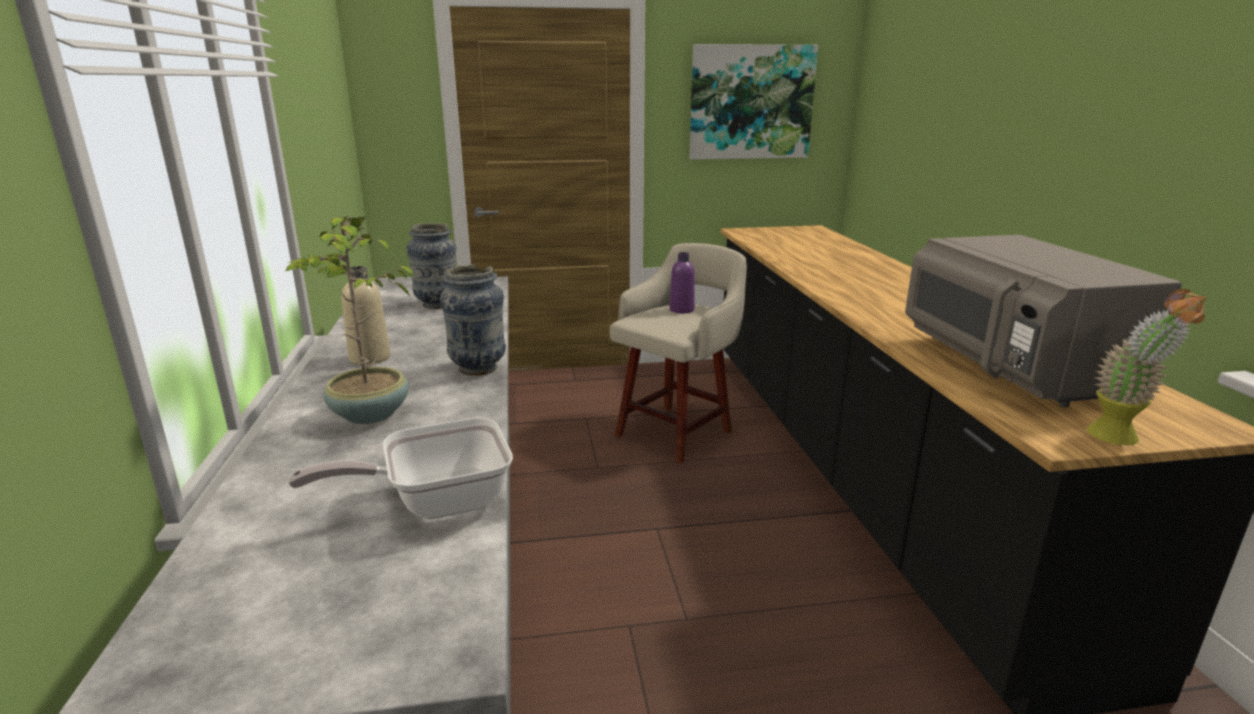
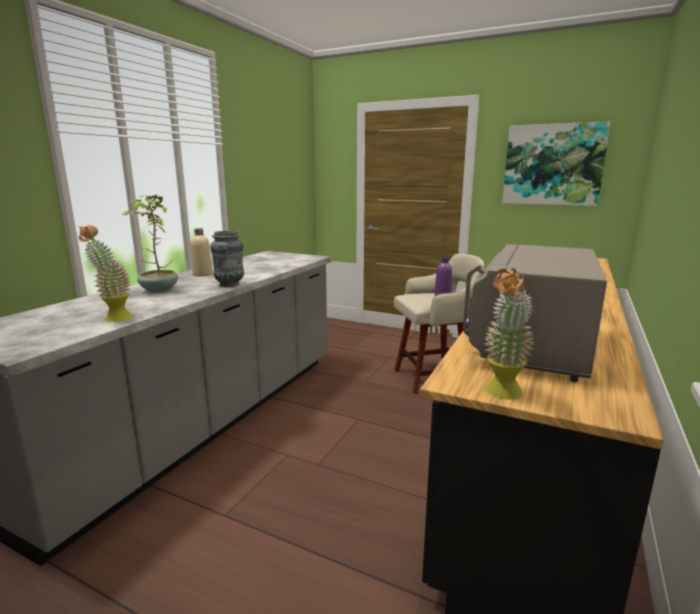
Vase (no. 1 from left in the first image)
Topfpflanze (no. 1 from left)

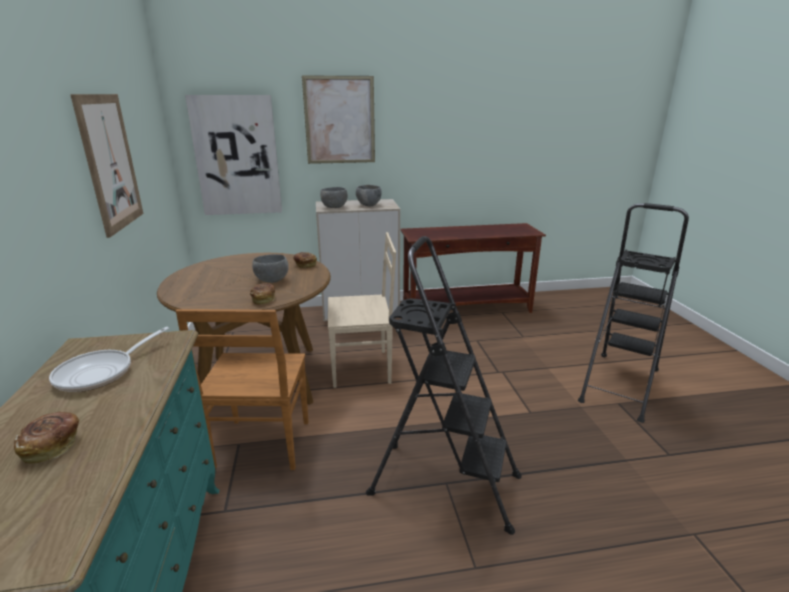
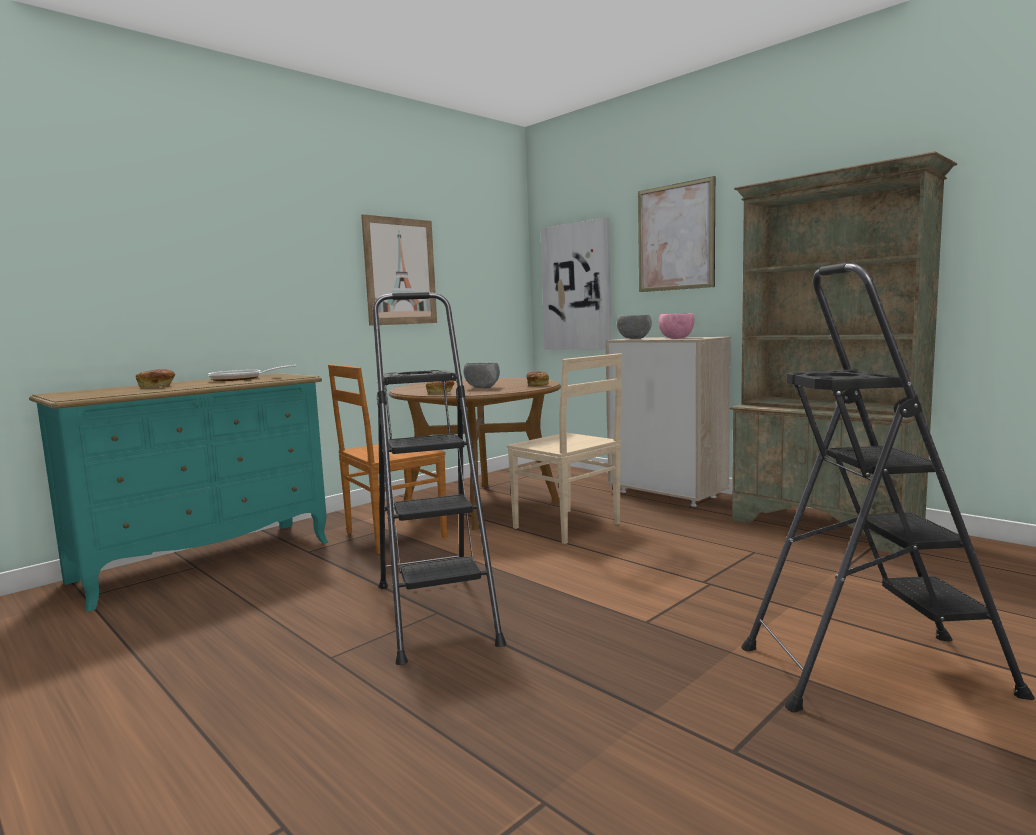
Schüssel [rosa]
Bücherregal [grün]

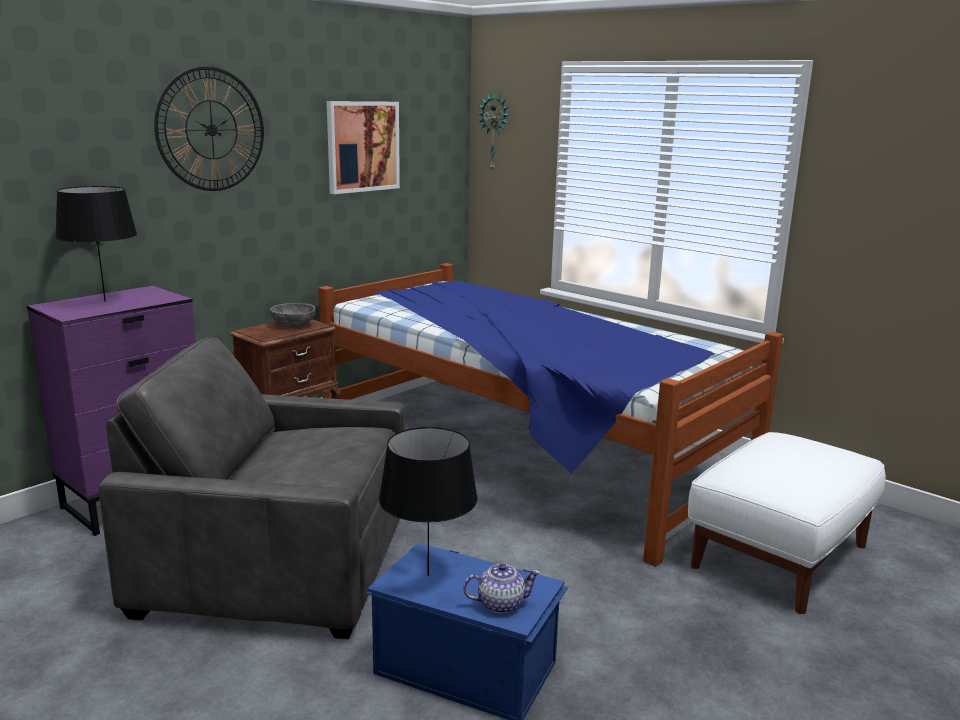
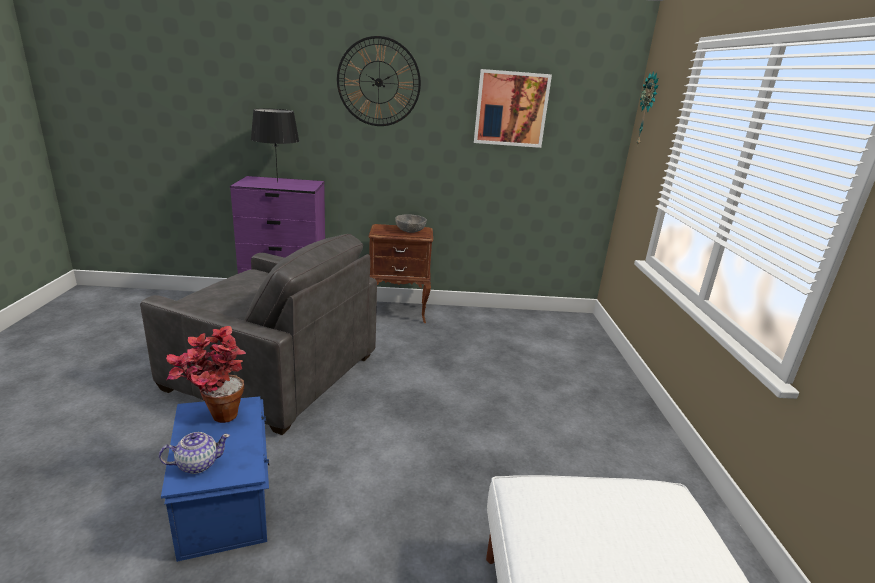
Bett
Sessel [grau]
Topfpflanze
Teekanne

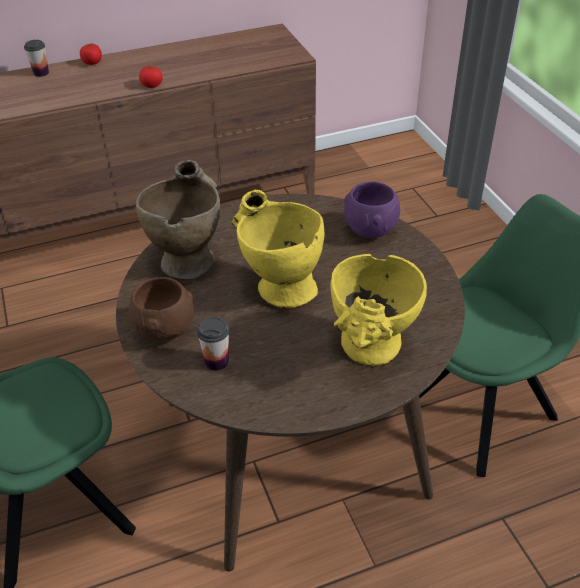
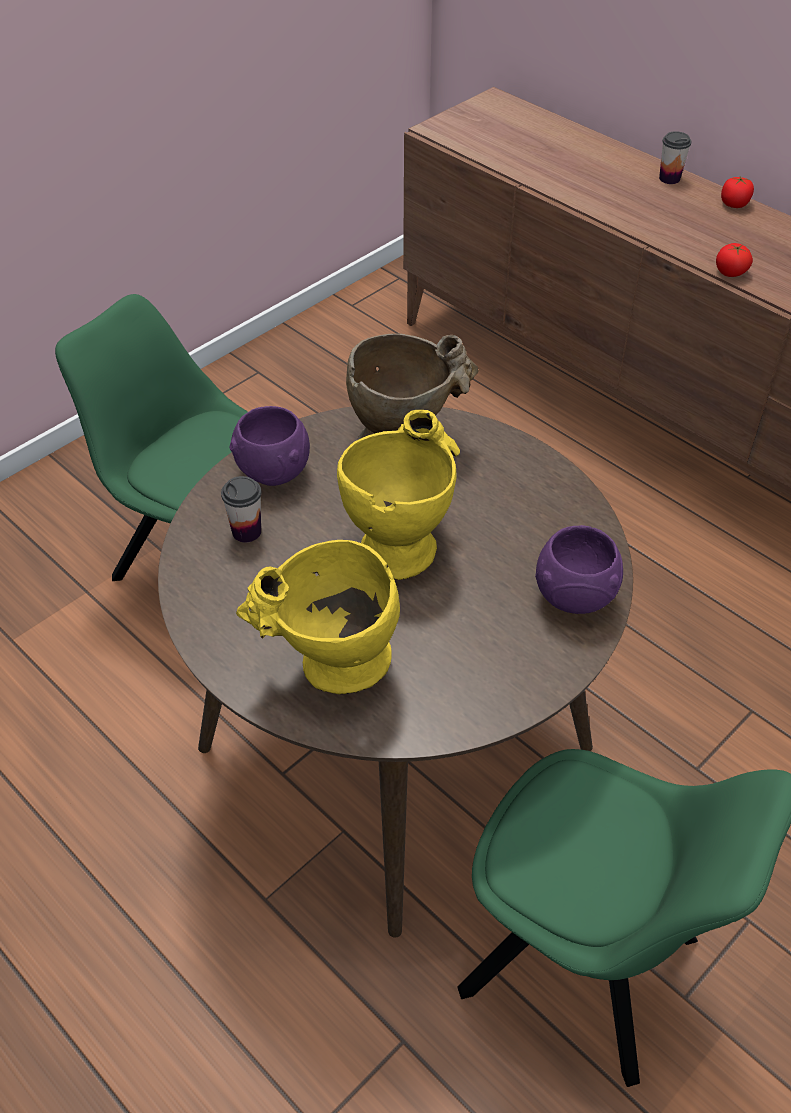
Schüssel [lila] (no. 1 from left)

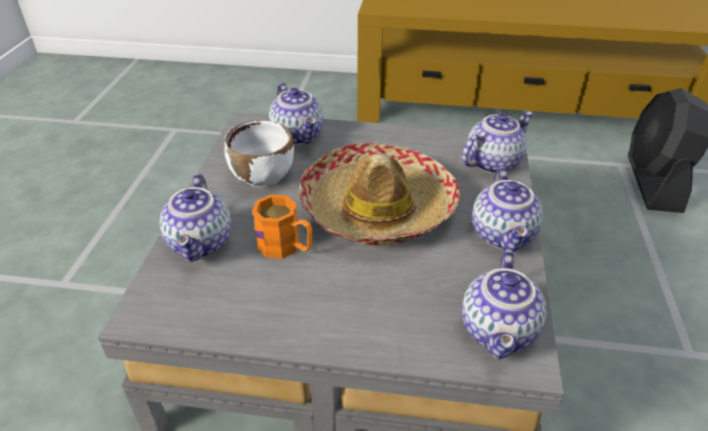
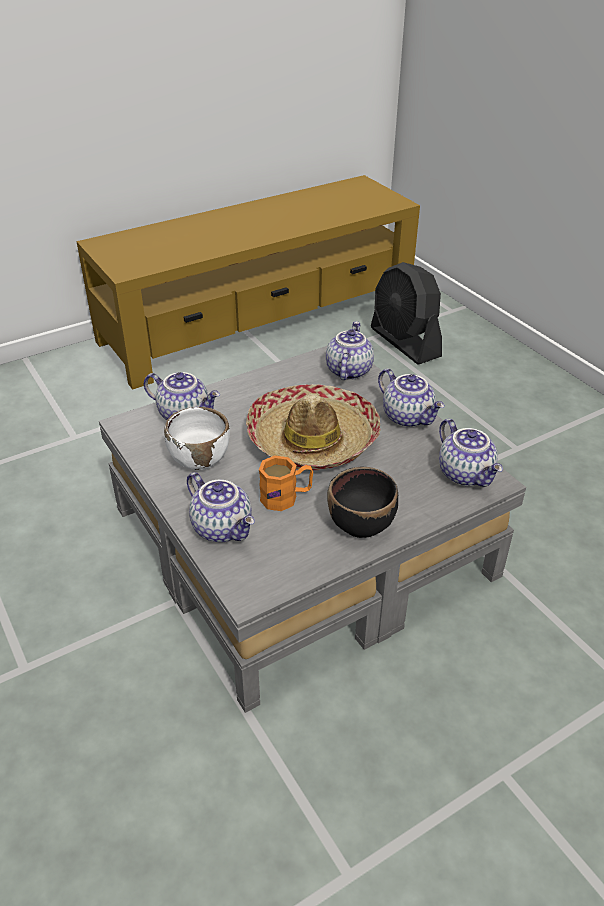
Schüssel [schwarz]

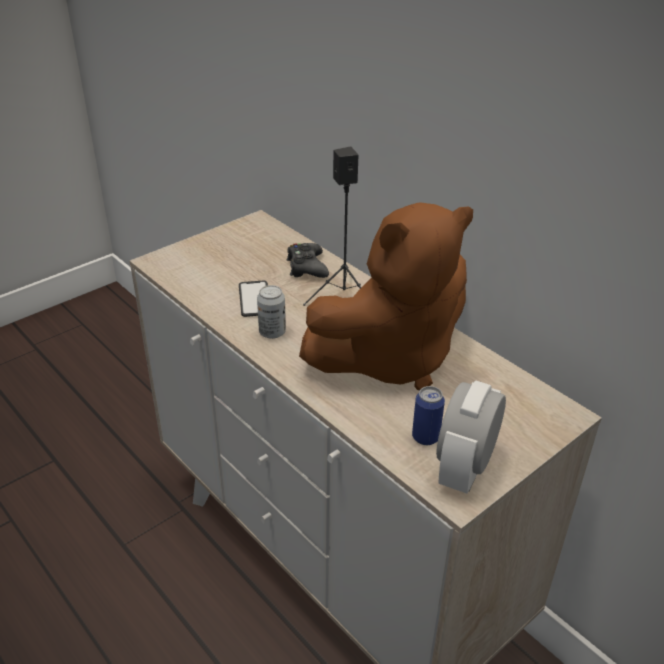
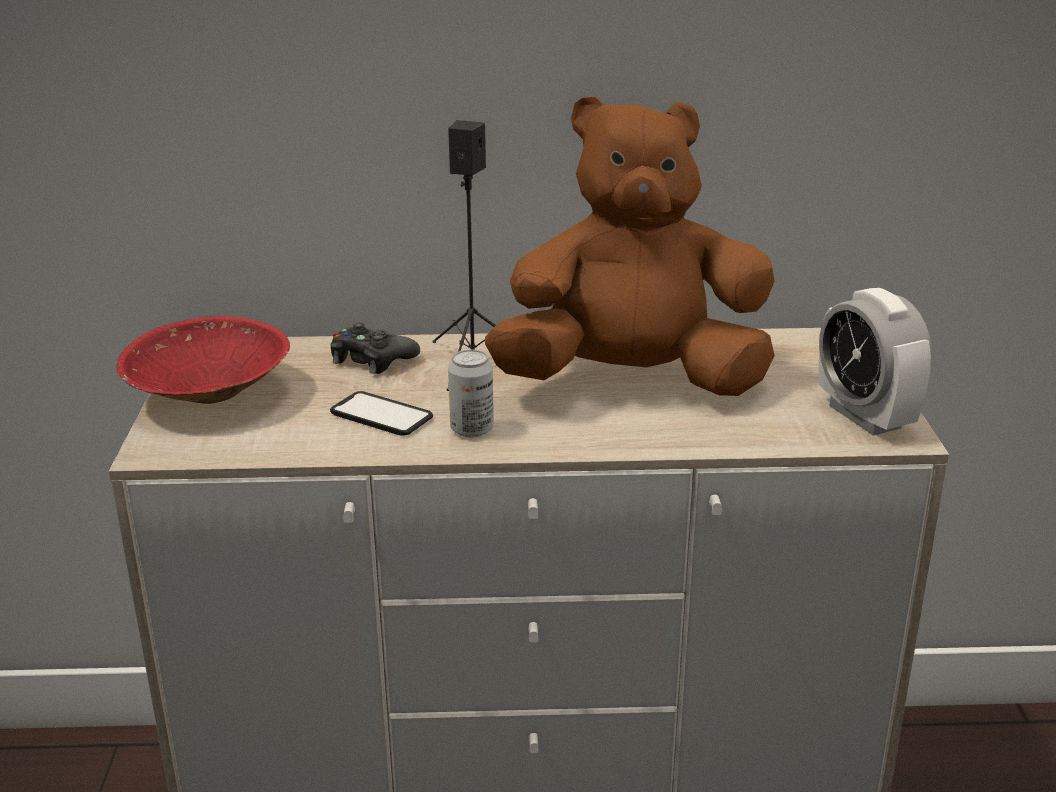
Plüschtier [braun]
Dose (no. 2 from left in the first image)
Schüssel [rot]

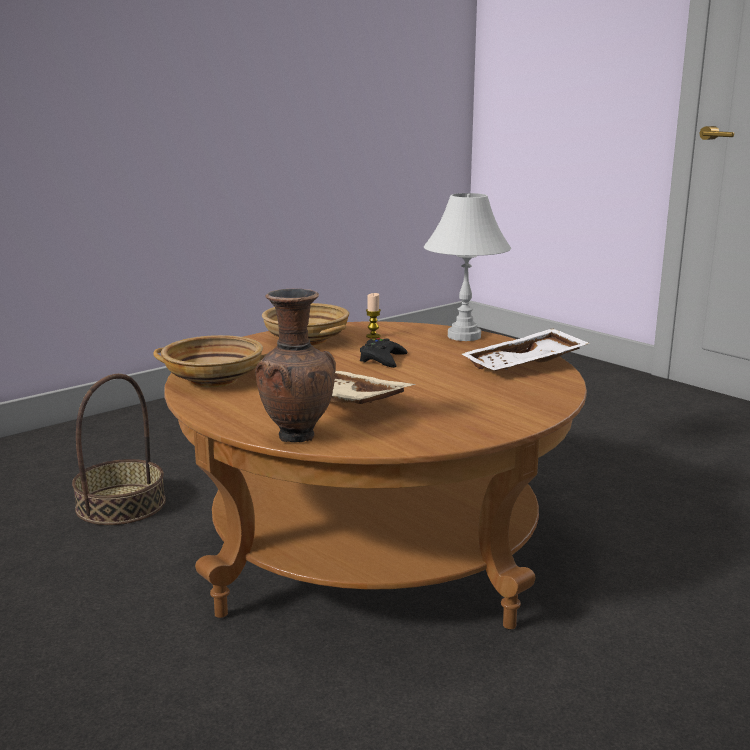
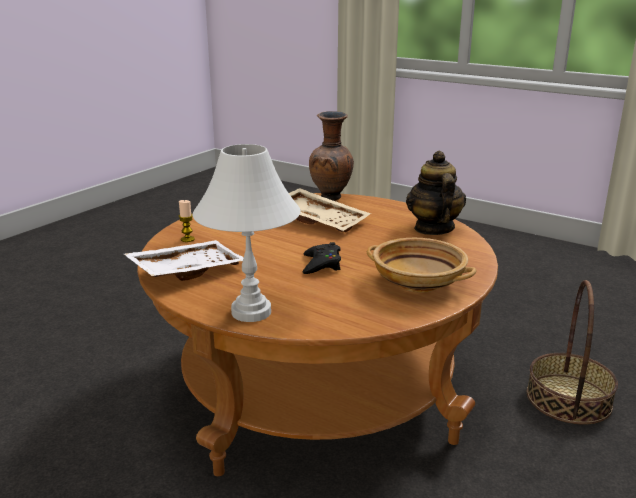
Kerze
Teekanne

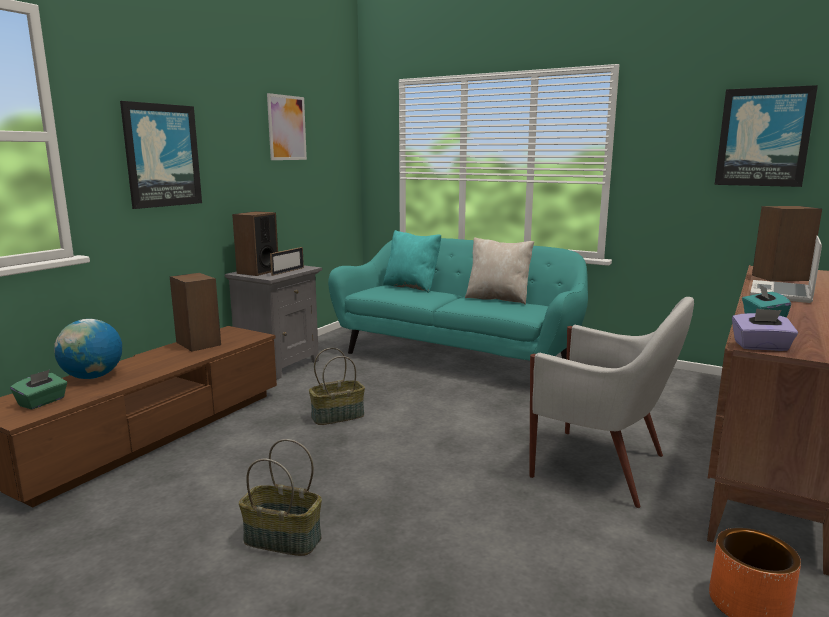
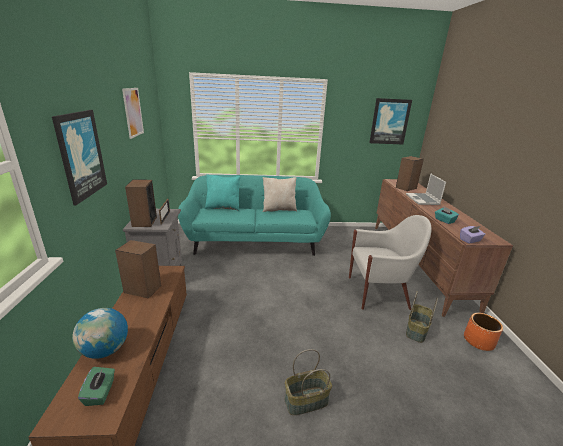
Korb (no. 2 from left)

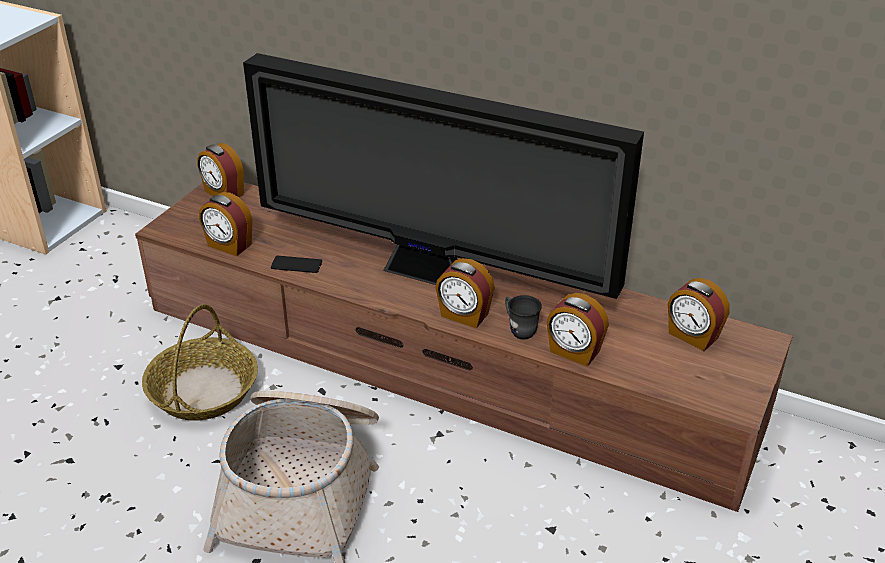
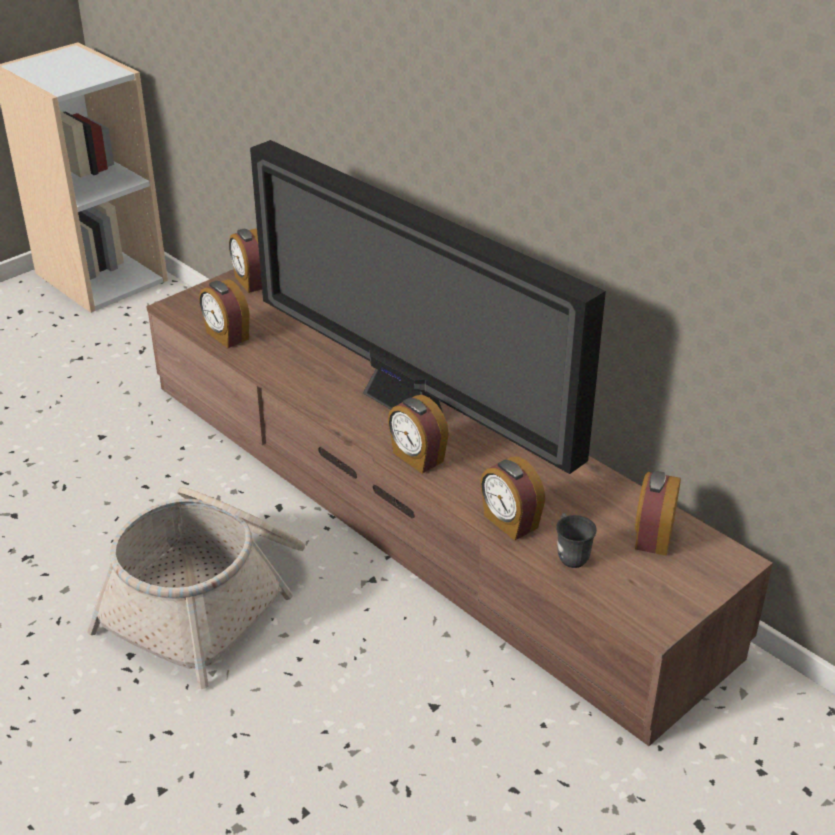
Handy
Wecker (no. 5 from left)
Henkelbecher [grau]
Korb (no. 1 from left in the first image)

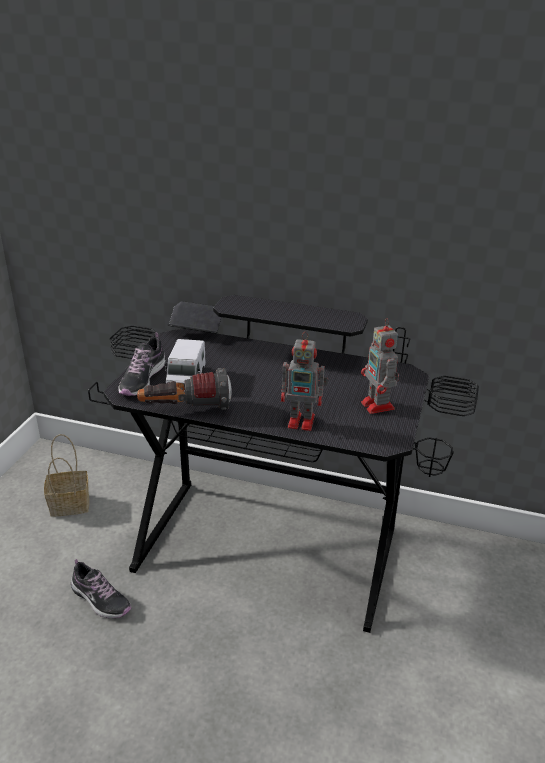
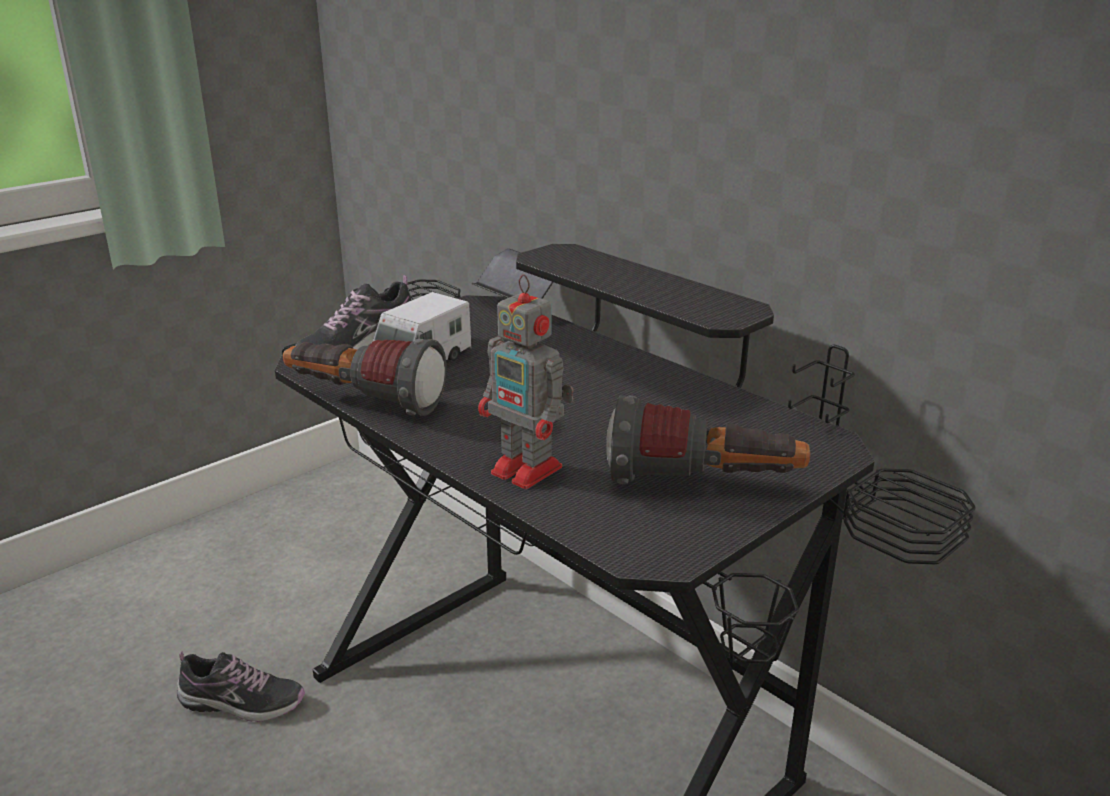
Taschenlampe (no. 2 from left)
Korb
Schuh (no. 1 from left)

